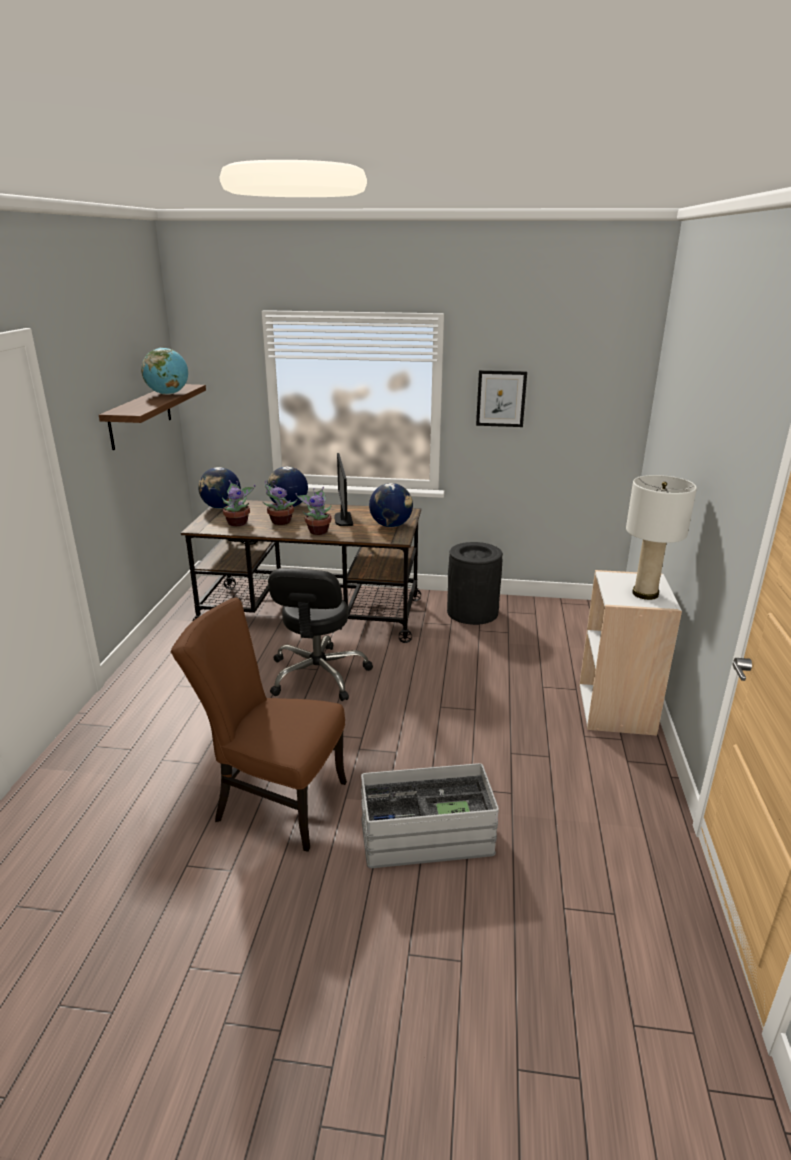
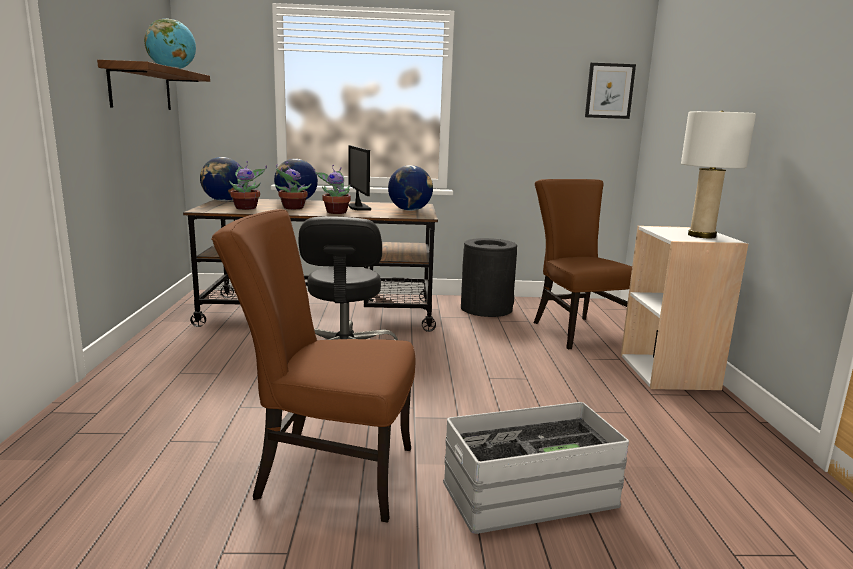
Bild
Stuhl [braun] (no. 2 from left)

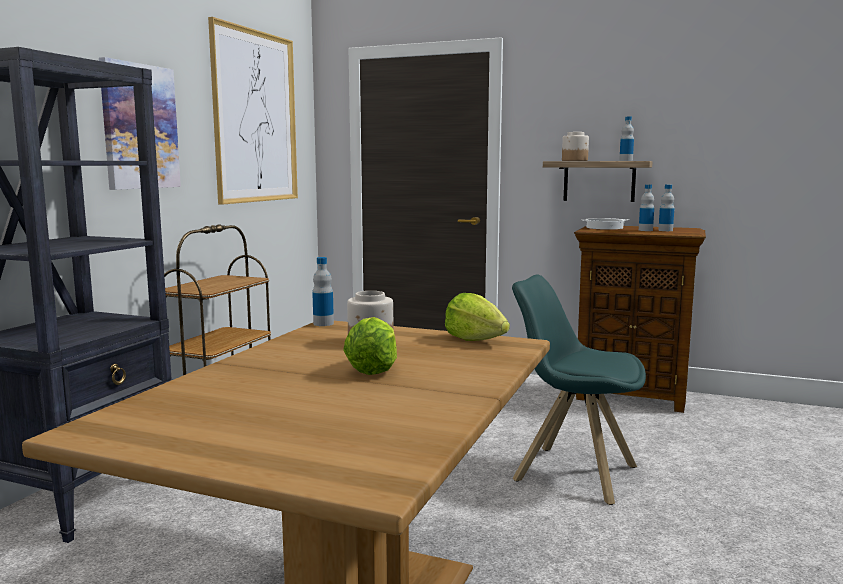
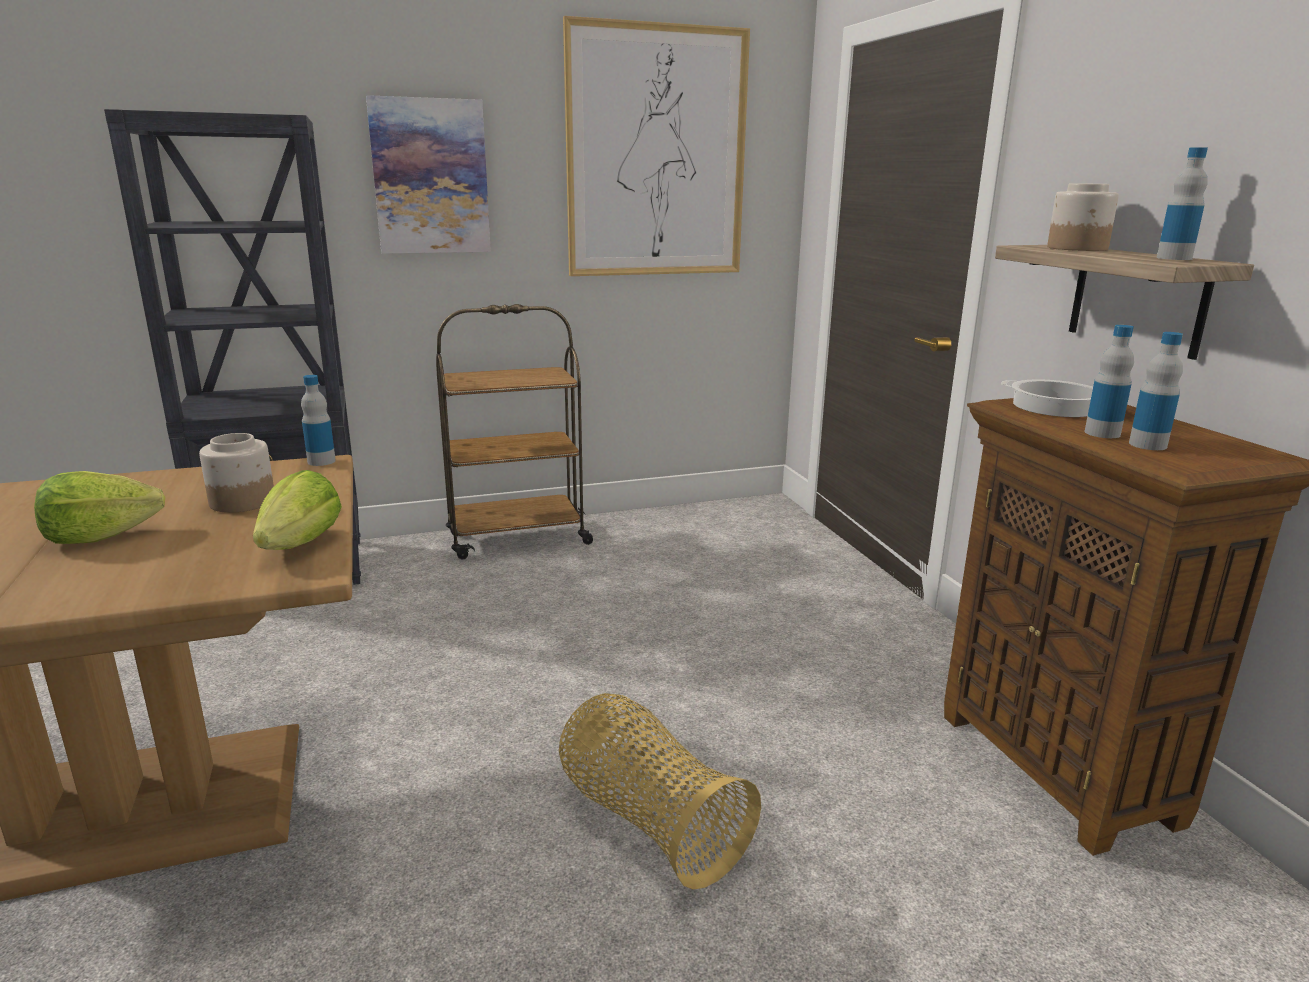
Korb

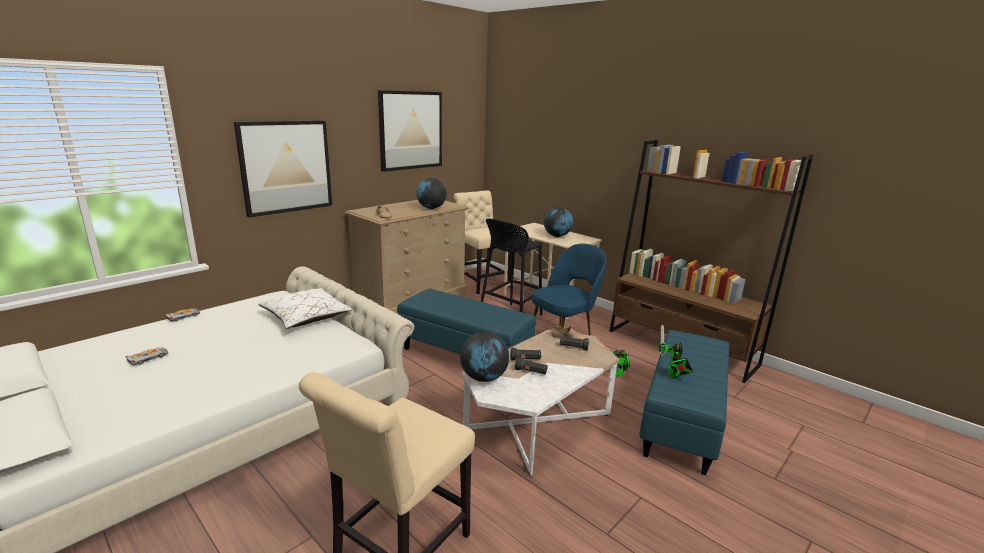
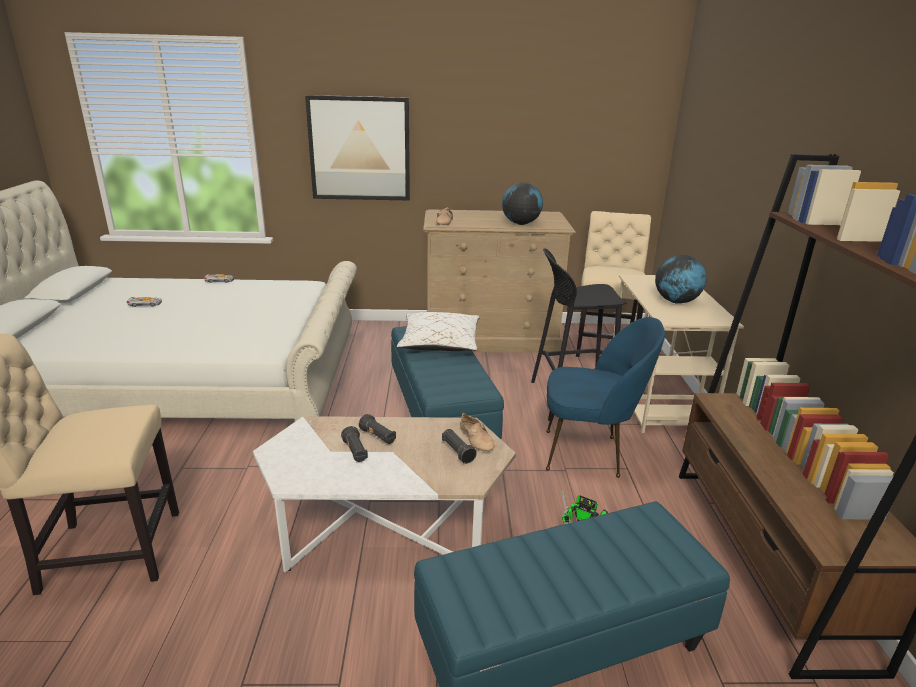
Bild (no. 2 from left in the first image)
Kissen [weiß]
Spielzeugroboter (no. 2 from left in the first image)
Globus (no. 2 from left in the first image)

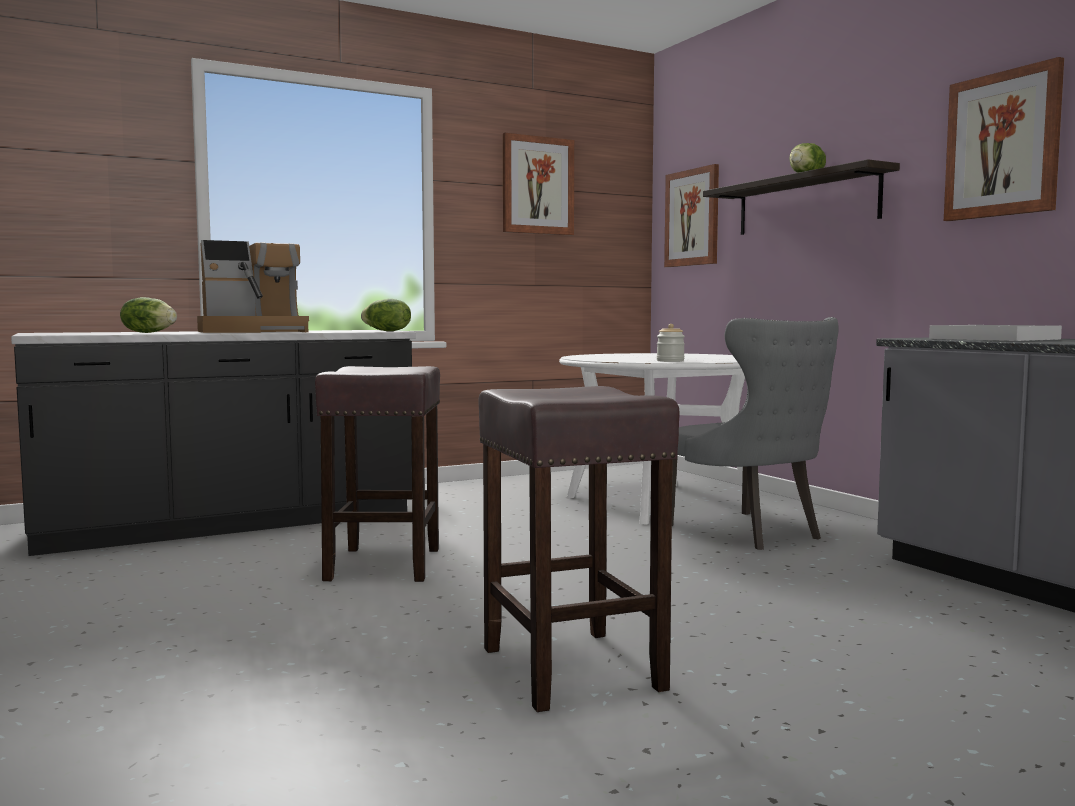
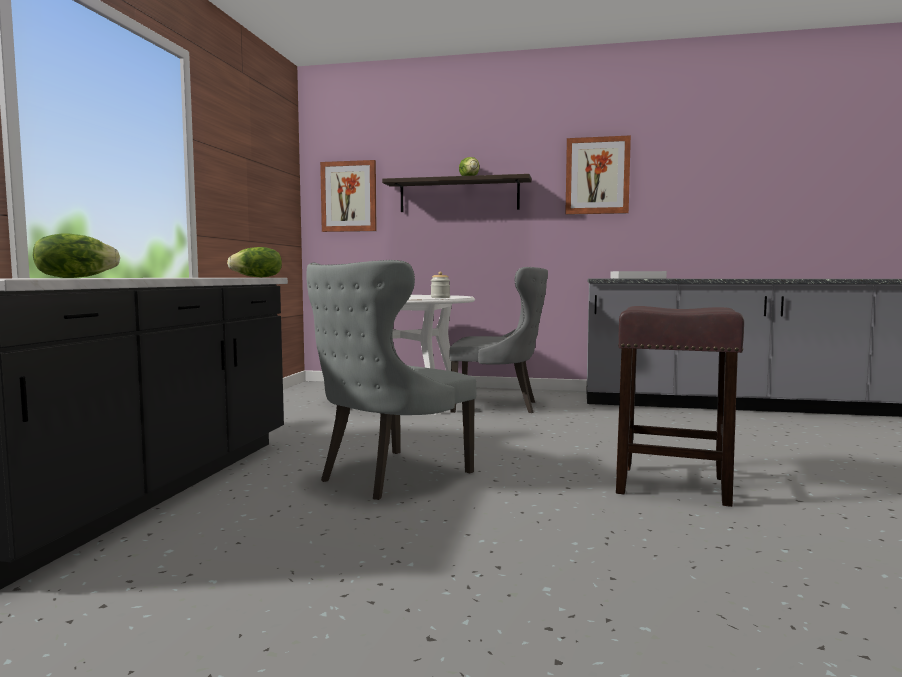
Bild (no. 1 from left in the first image)
Kaffeemaschine
Stuhl [grau] (no. 1 from left)

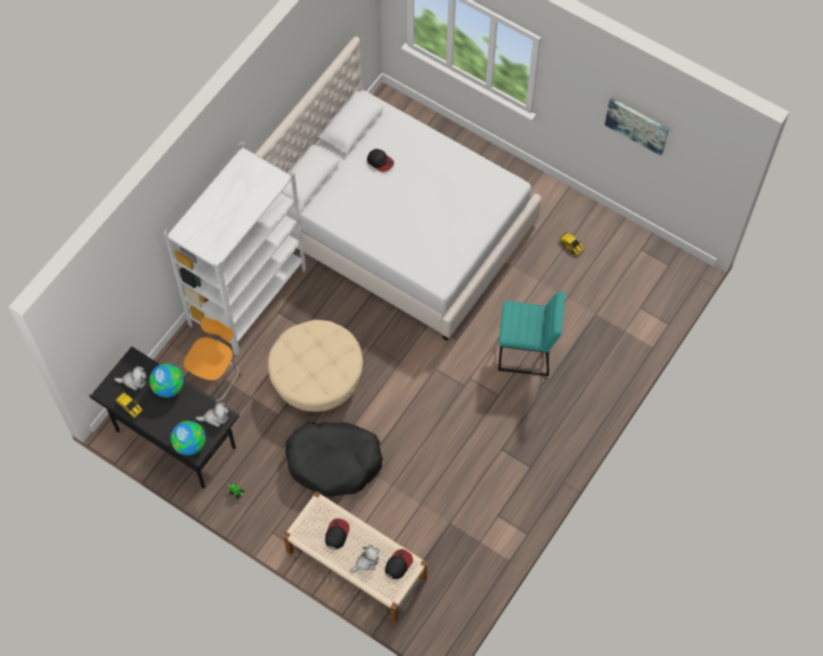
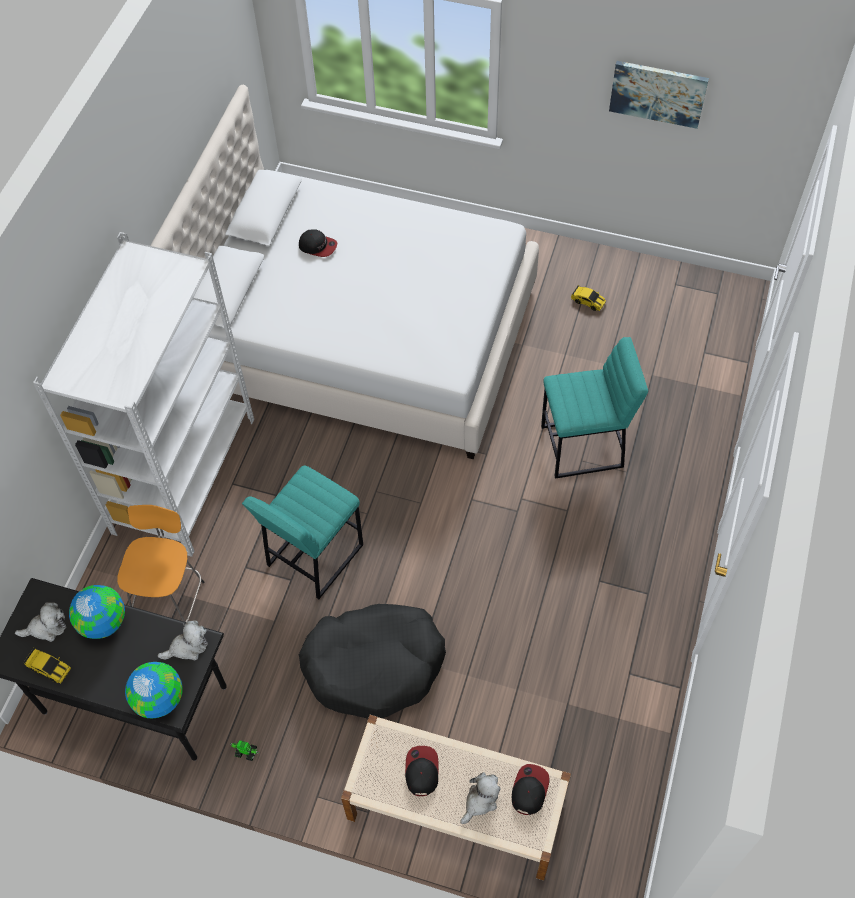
Stuhl [türkis] (no. 1 from left)

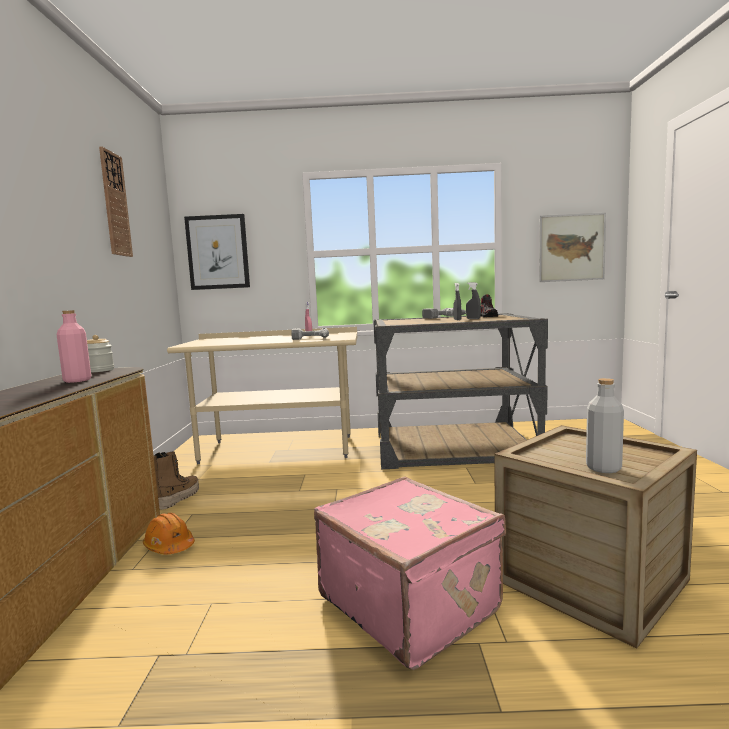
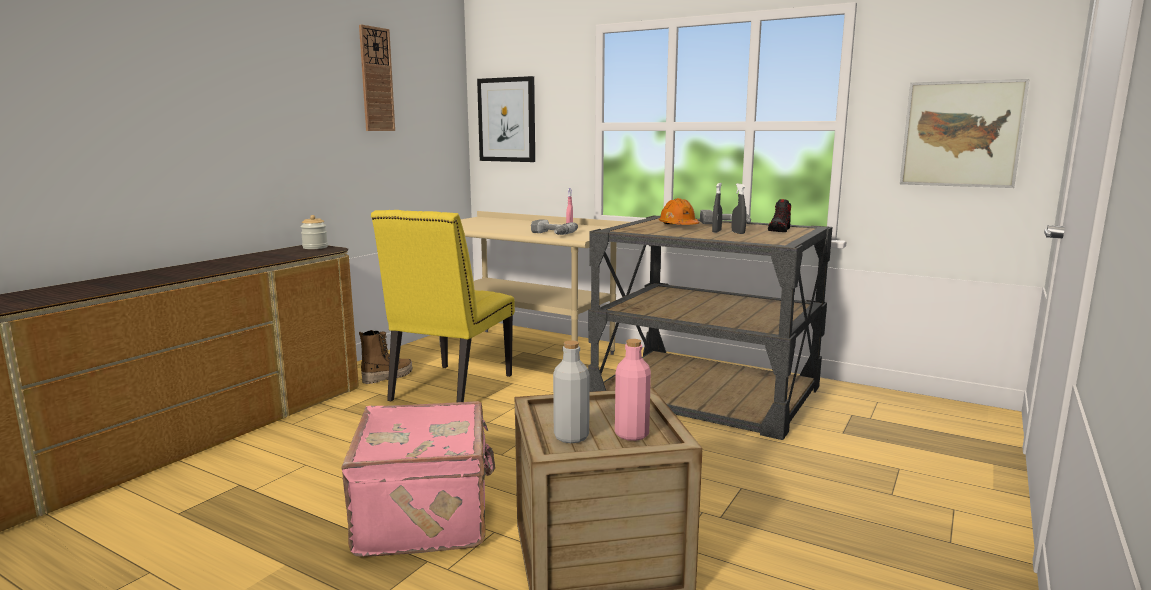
Flasche [rosa]
Schutzhelm [orange]
Stuhl [gelb]

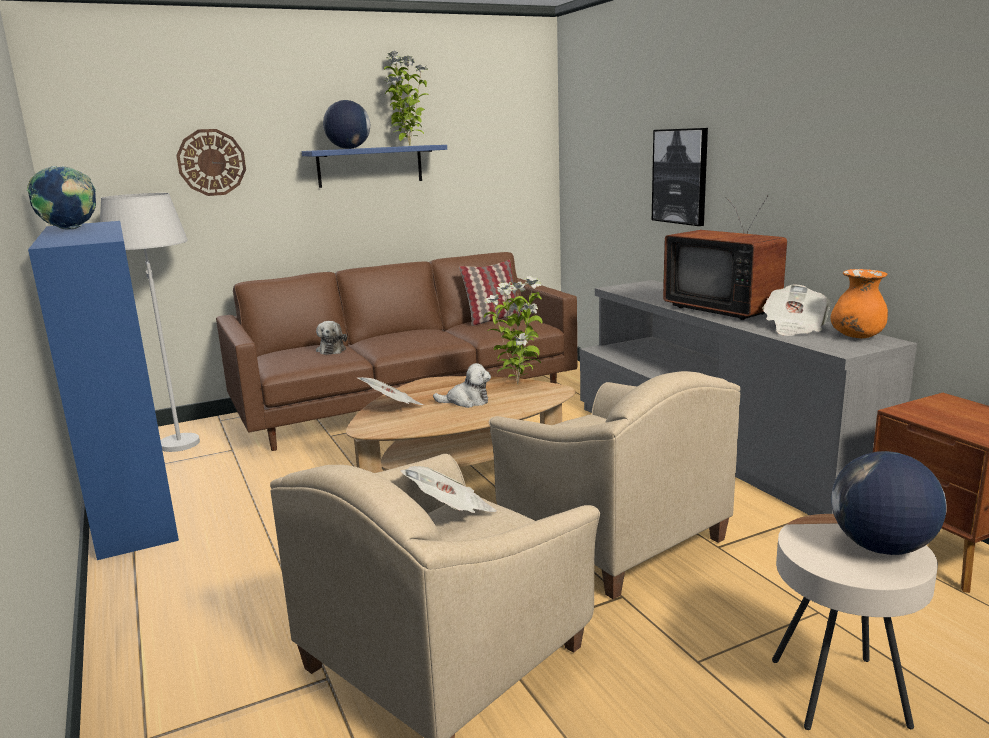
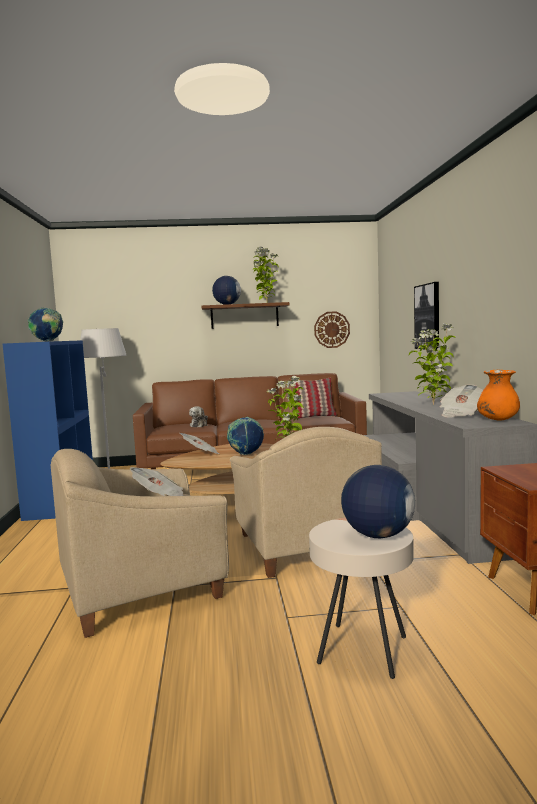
Wanduhr
Wandregal [braun]
Topfpflanze (no. 3 from left)
Globus (no. 3 from left)

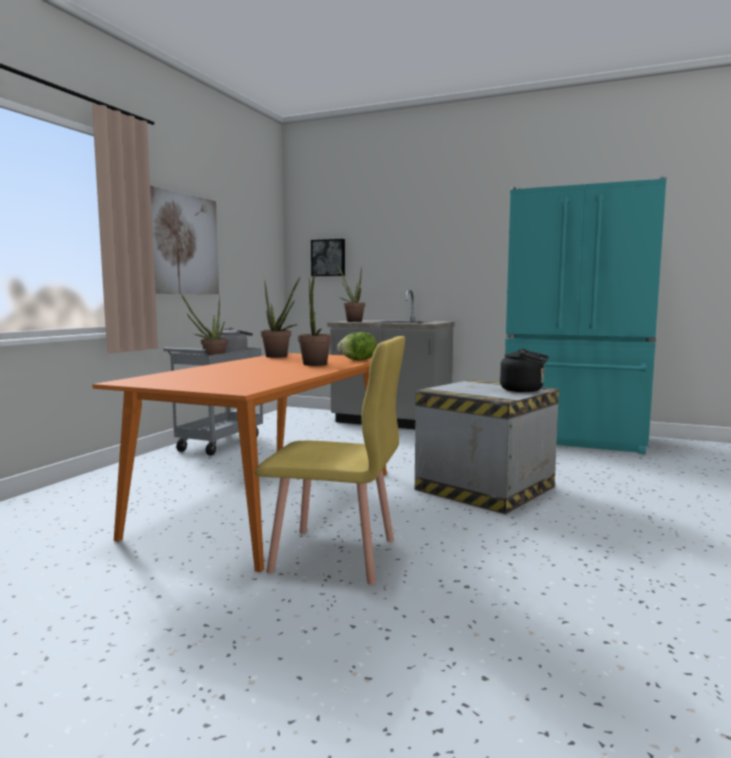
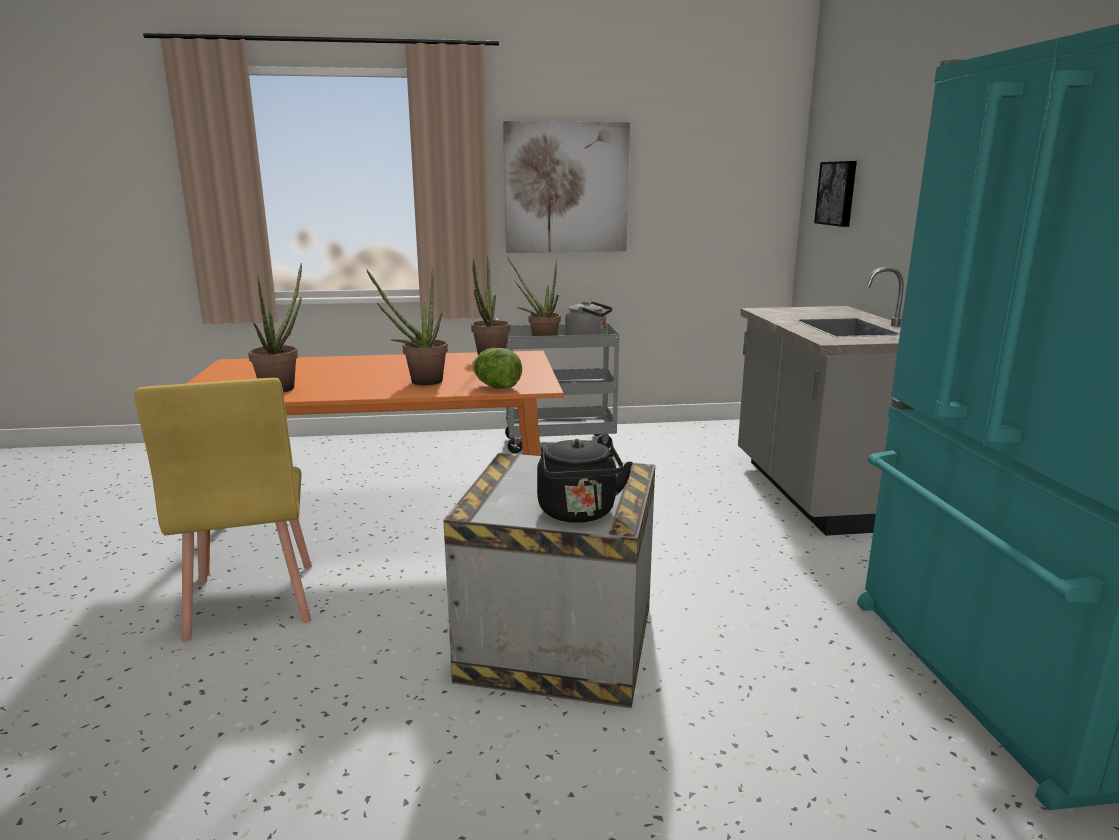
Topfpflanze (no. 1 from left)

